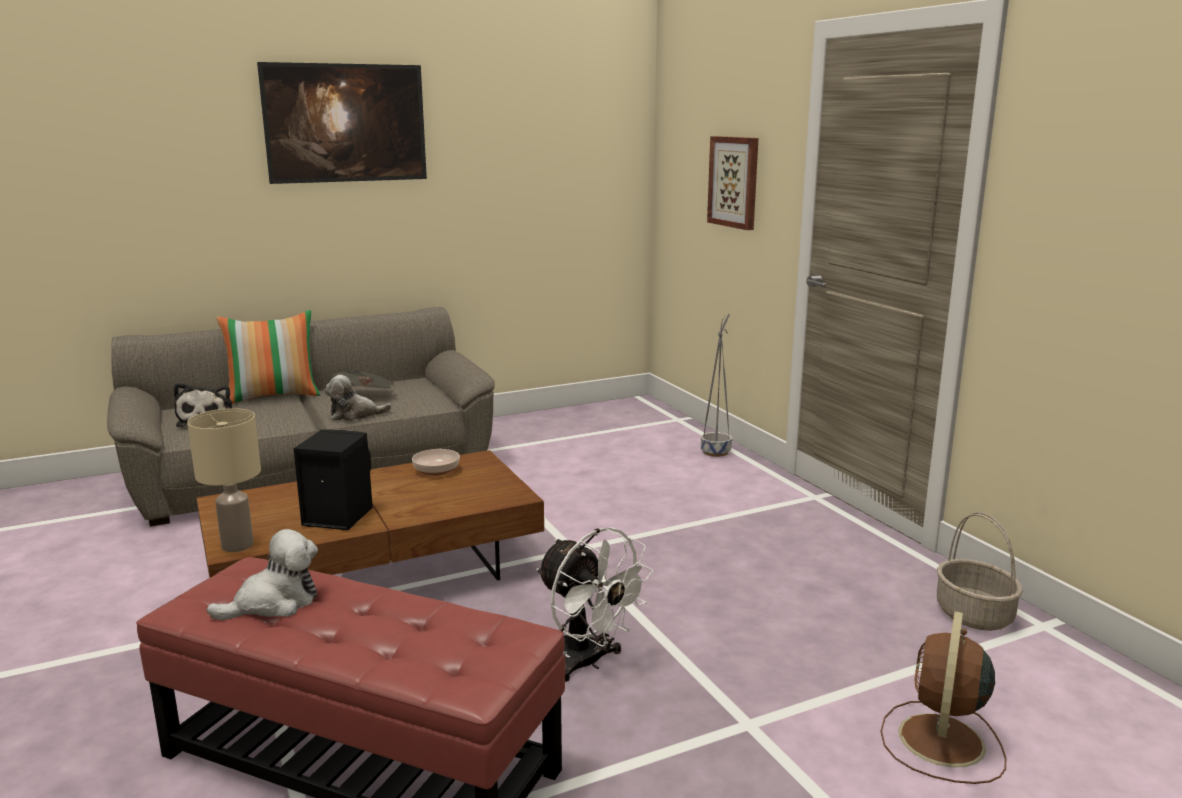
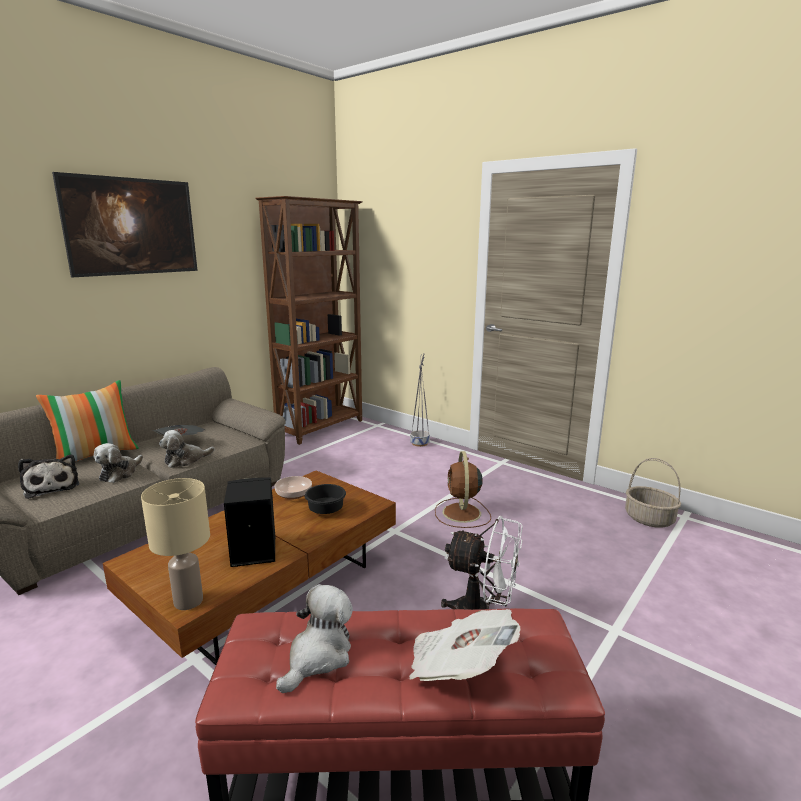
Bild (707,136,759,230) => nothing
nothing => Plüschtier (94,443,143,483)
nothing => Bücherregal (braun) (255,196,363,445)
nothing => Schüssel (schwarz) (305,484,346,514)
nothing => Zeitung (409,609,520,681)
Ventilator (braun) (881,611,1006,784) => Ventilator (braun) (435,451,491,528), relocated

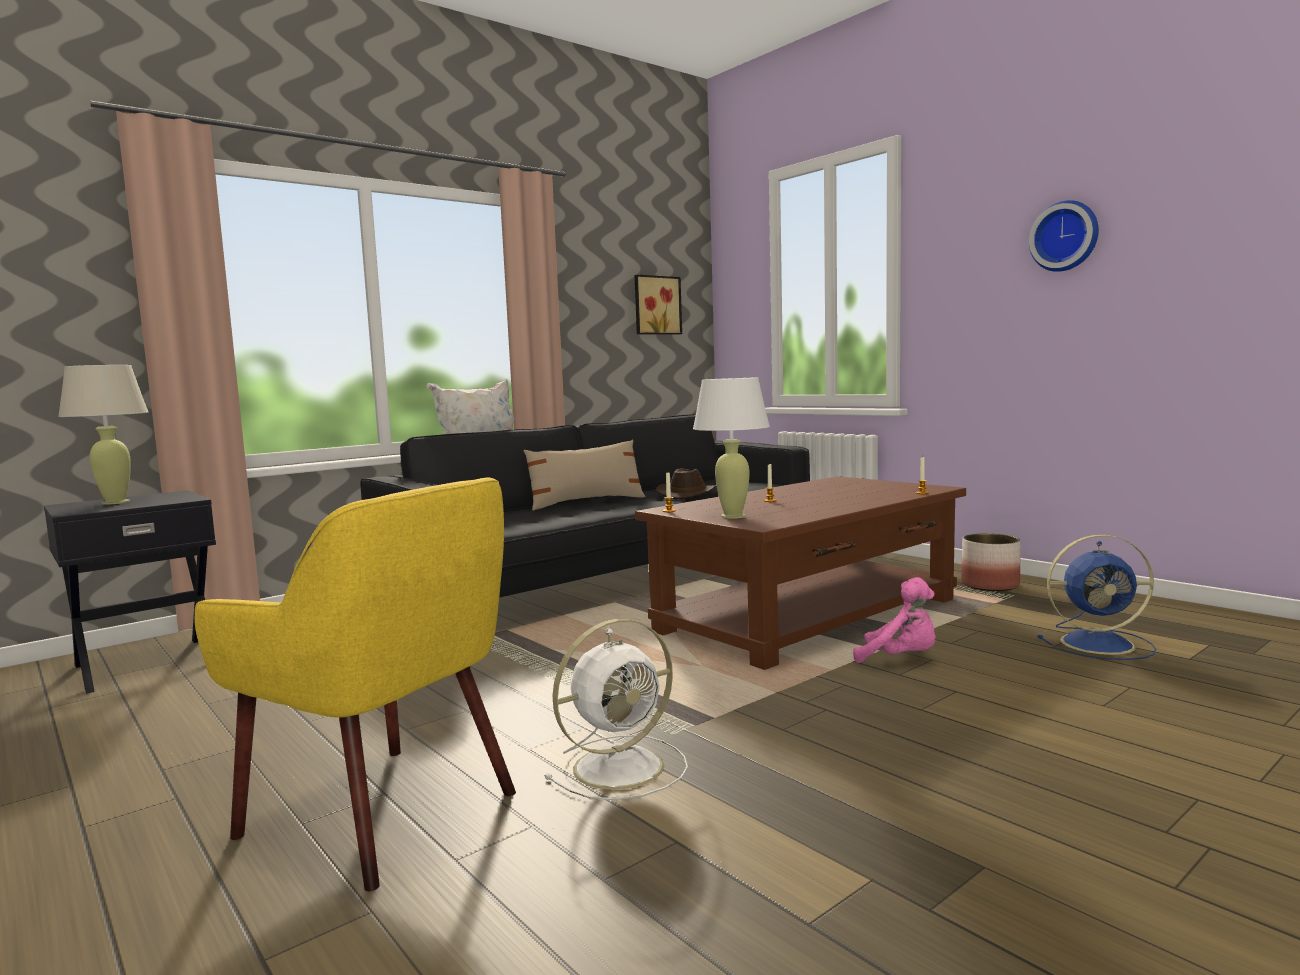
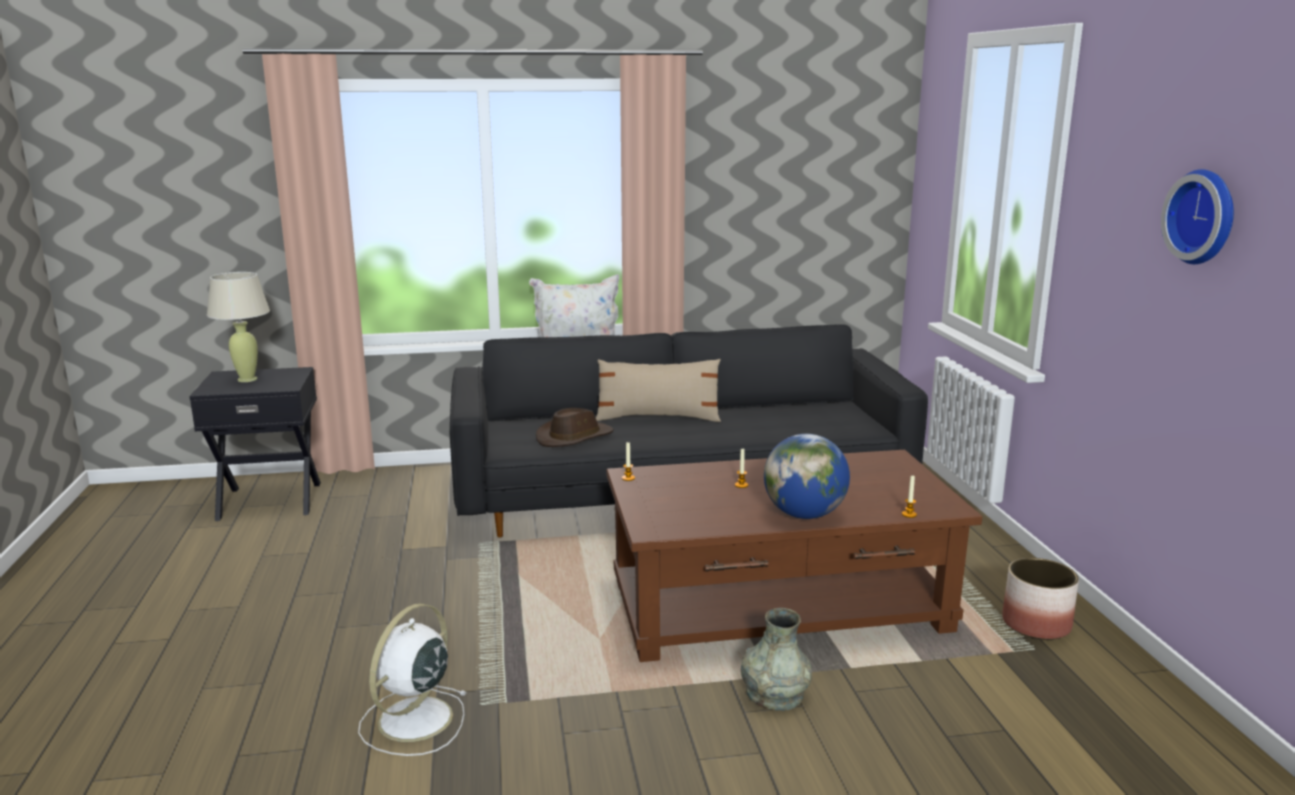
Sessel (gelb) (195,478,516,891) => nothing
Bild (635,275,682,334) => nothing
Tischlampe (weiß) (693,378,770,519) => nothing
Ventilator (blau) (1037,534,1156,660) => nothing
nothing => Globus (764,434,850,519)
Hut (braun) (656,468,717,499) => Hut (braun) (536,408,614,447), relocated
Plüschtier (rosa) (853,577,936,663) => Vase (grau) (741,608,812,711)
Ventilator (weiß) (544,619,688,800) => Ventilator (weiß) (358,603,467,756), 120 degrees clockwise

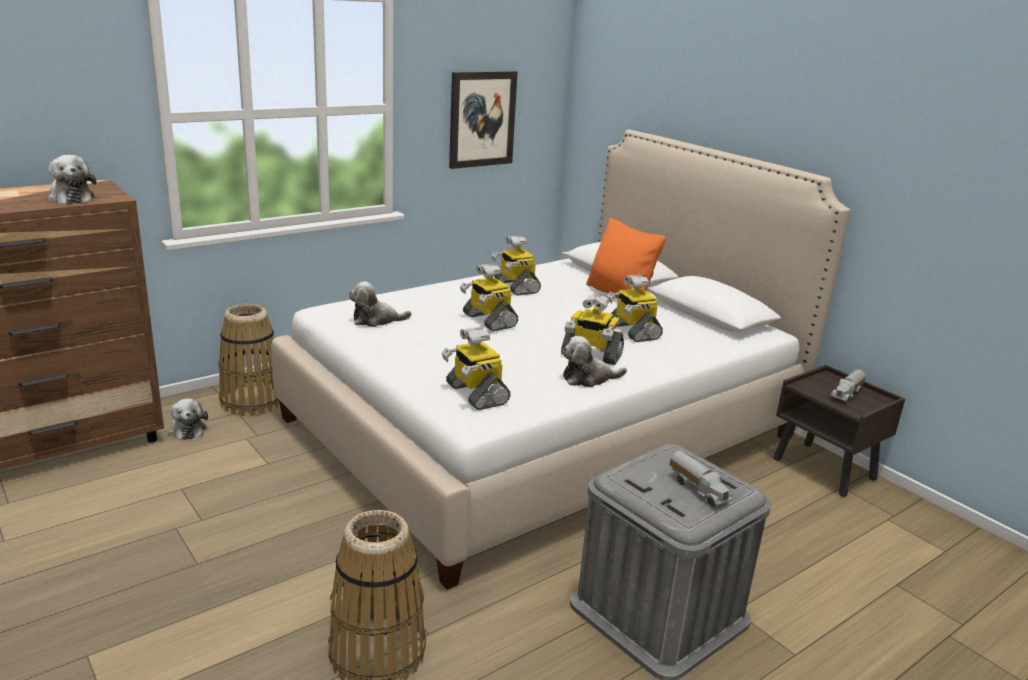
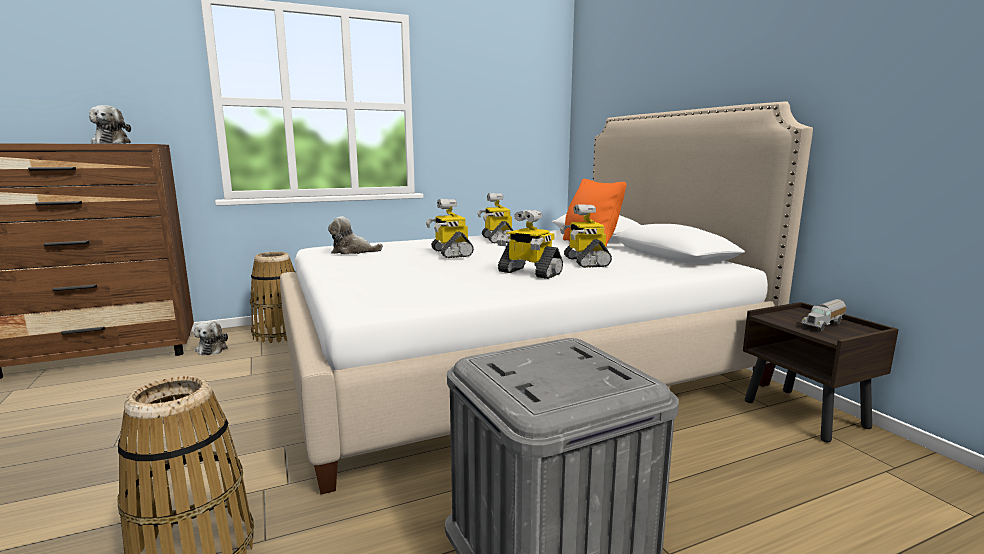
Spielzeugroboter (442,327,510,410) => nothing
Bild (449,71,518,169) => nothing
Plüschtier (562,336,627,387) => nothing
Spielzeuglaster (670,450,733,507) => nothing

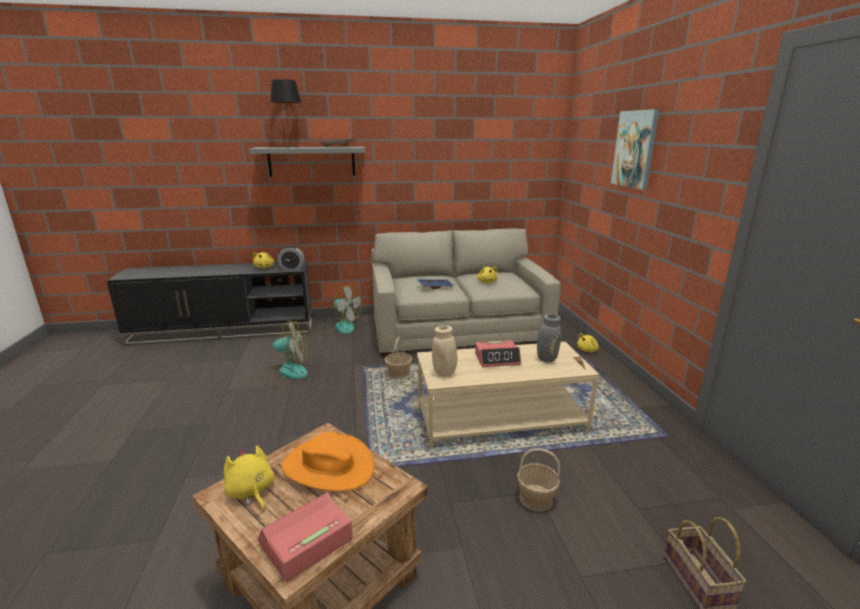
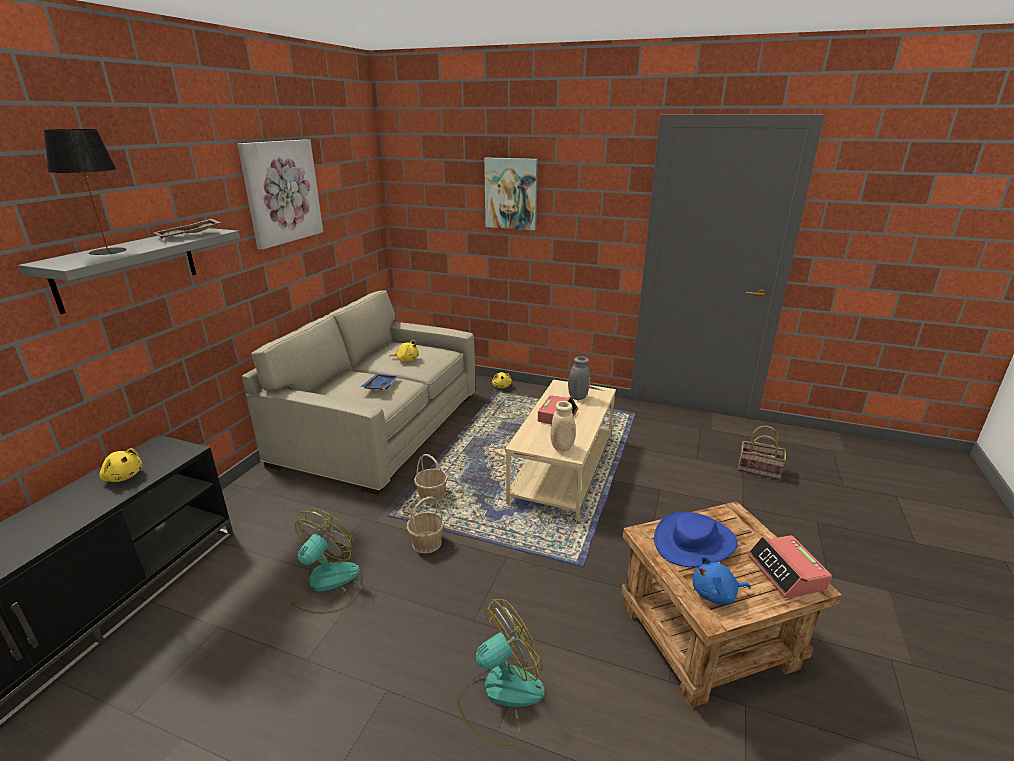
Wecker (278,246,305,270) => nothing
nothing => Bild (237,139,323,250)
Ventilator (319,285,362,334) => Ventilator (457,599,545,745), relocated
Korb (517,448,560,511) => Korb (407,496,444,554), relocated
Plüschtier (gelb) (224,446,275,511) => Plüschtier (blau) (692,556,751,605)
Hut (orange) (282,431,375,491) => Hut (blau) (654,512,738,567)

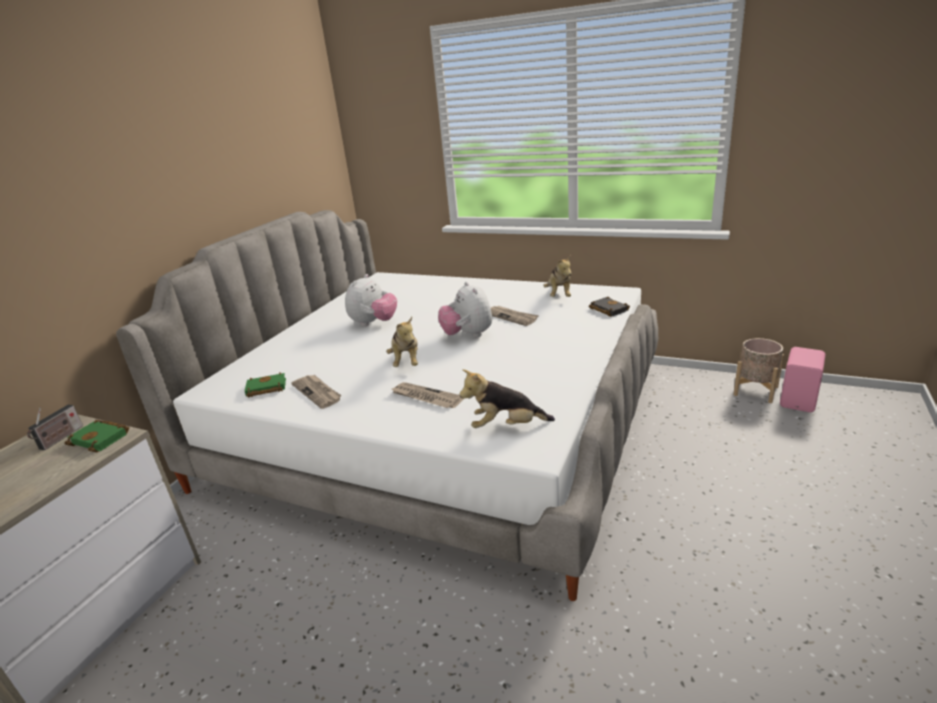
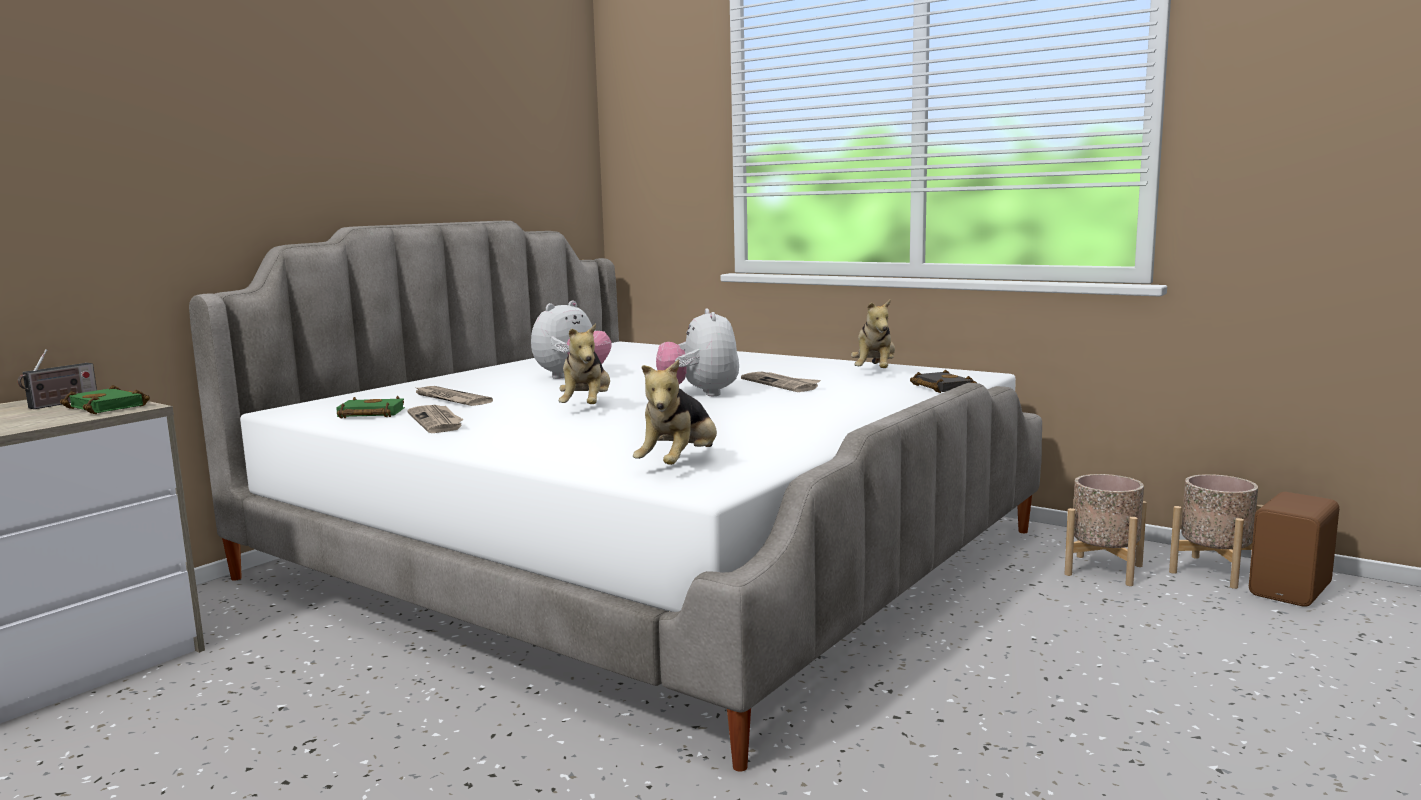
nothing => Pflanzkübel (beige) (1065,474,1147,586)
Zeitung (392,382,464,408) => Zeitung (412,386,493,406), relocated
Lautsprecher (rosa) (780,347,826,412) => Lautsprecher (braun) (1249,492,1339,607)
Plüschtier (459,369,555,428) => Plüschtier (633,360,717,465), 75 degrees counterclockwise

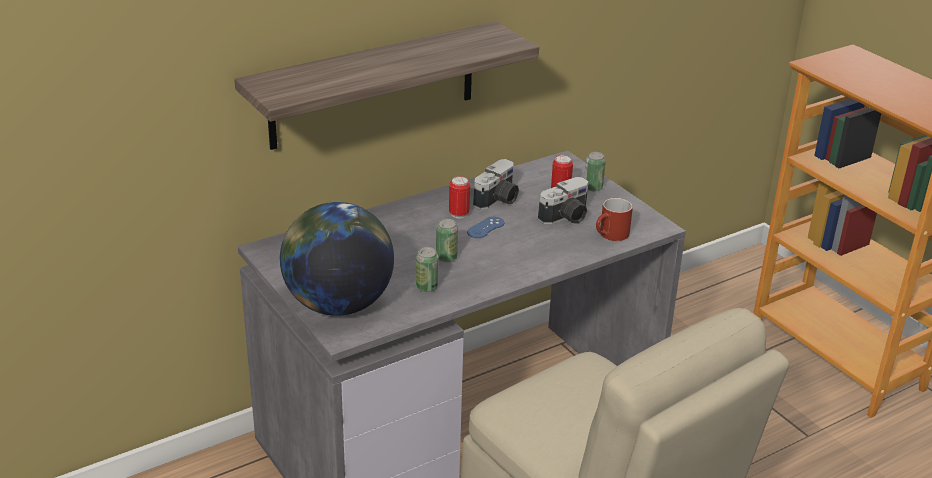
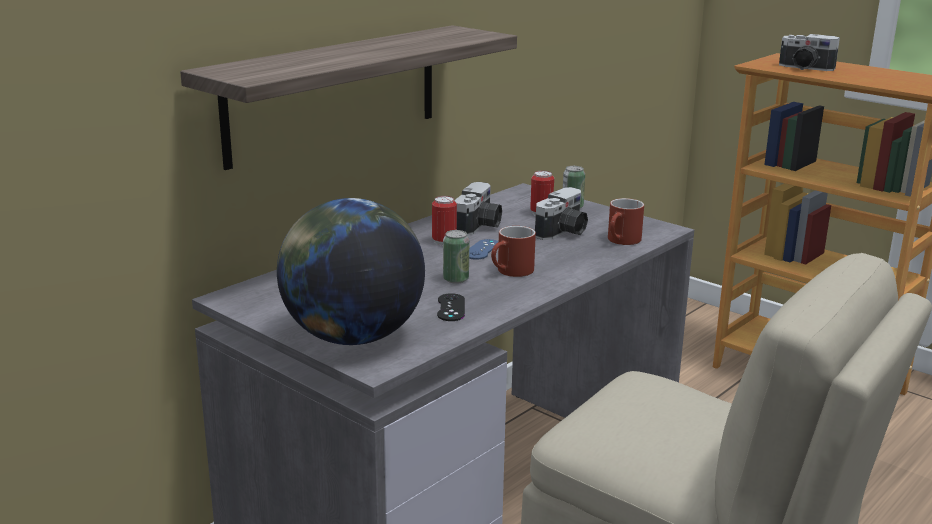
nothing => Henkelbecher (rot) (491,226,536,277)
nothing => Kamera (779,34,840,71)
Dose (416,247,439,292) => Gamepad (schwarz) (437,293,465,321)

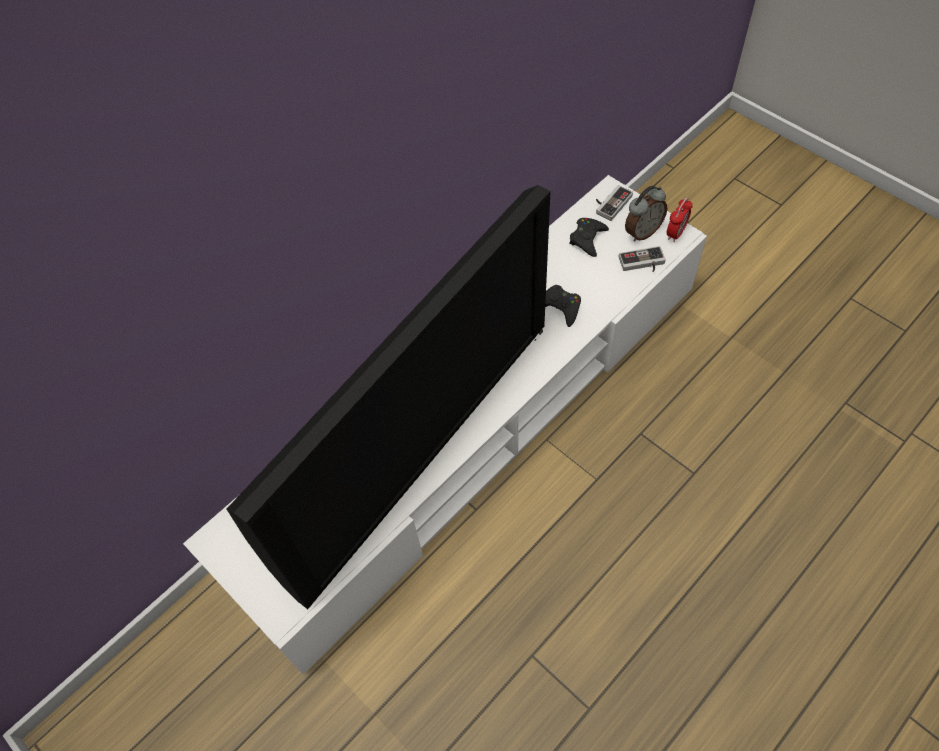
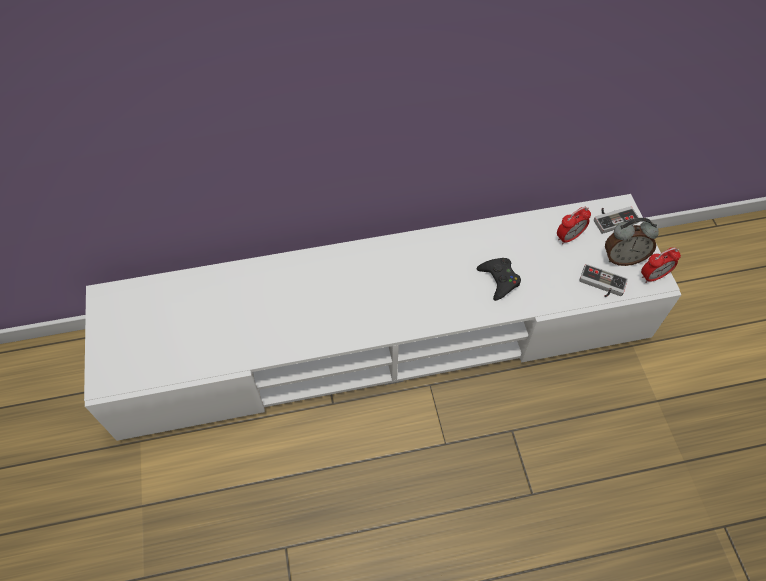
Fernseher (227,185,551,609) => nothing
Gamepad (schwarz) (569,218,609,257) => Wecker (557,207,591,245)

